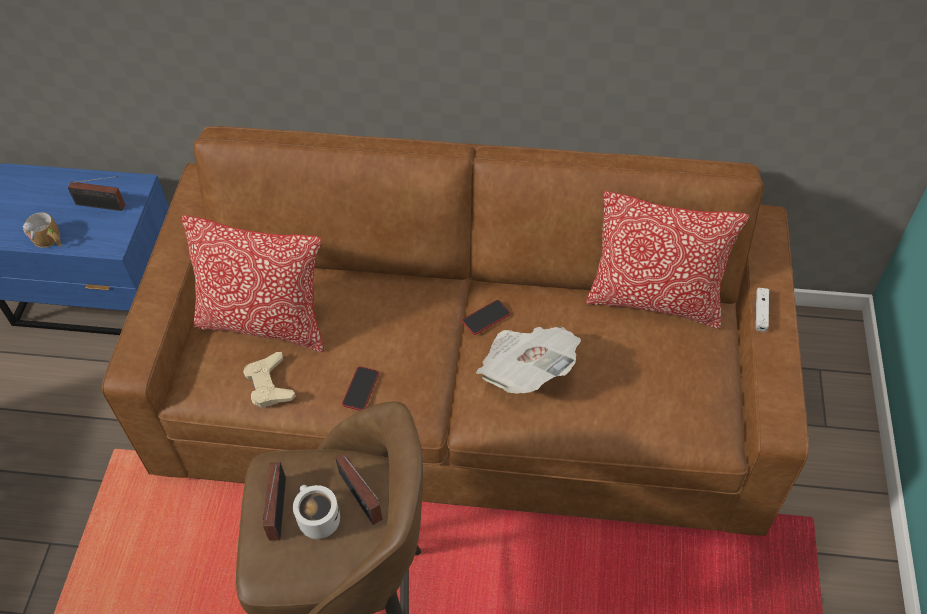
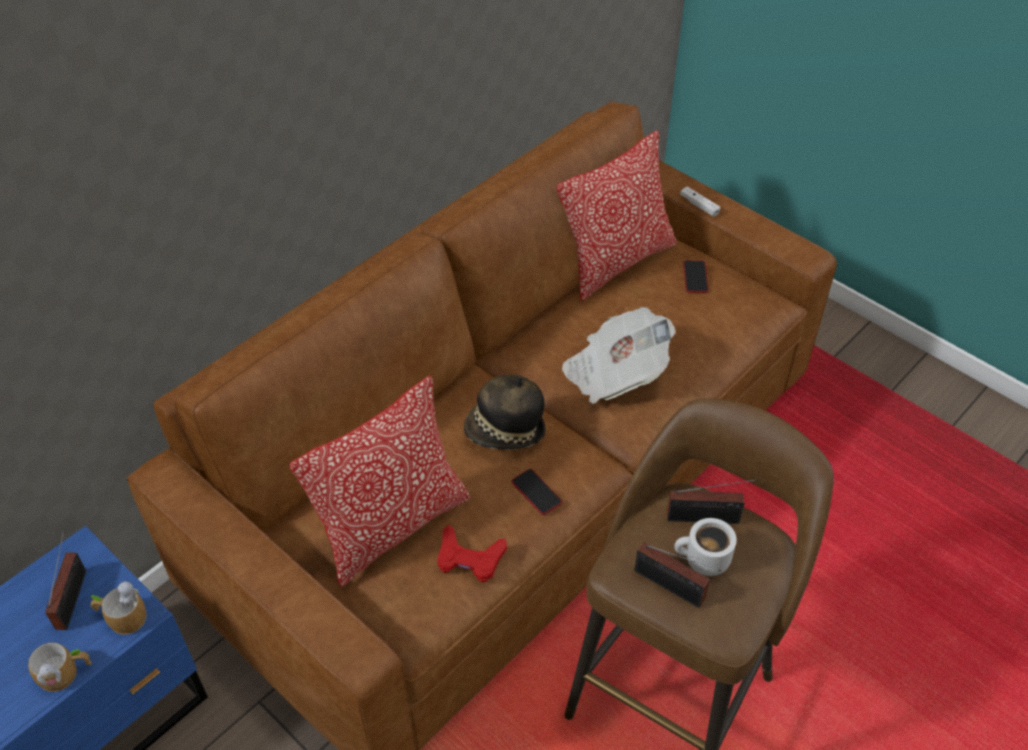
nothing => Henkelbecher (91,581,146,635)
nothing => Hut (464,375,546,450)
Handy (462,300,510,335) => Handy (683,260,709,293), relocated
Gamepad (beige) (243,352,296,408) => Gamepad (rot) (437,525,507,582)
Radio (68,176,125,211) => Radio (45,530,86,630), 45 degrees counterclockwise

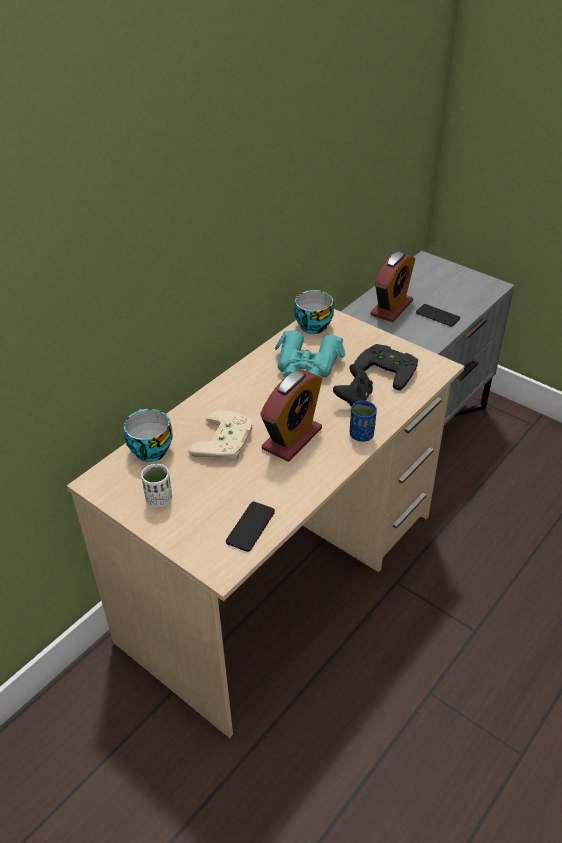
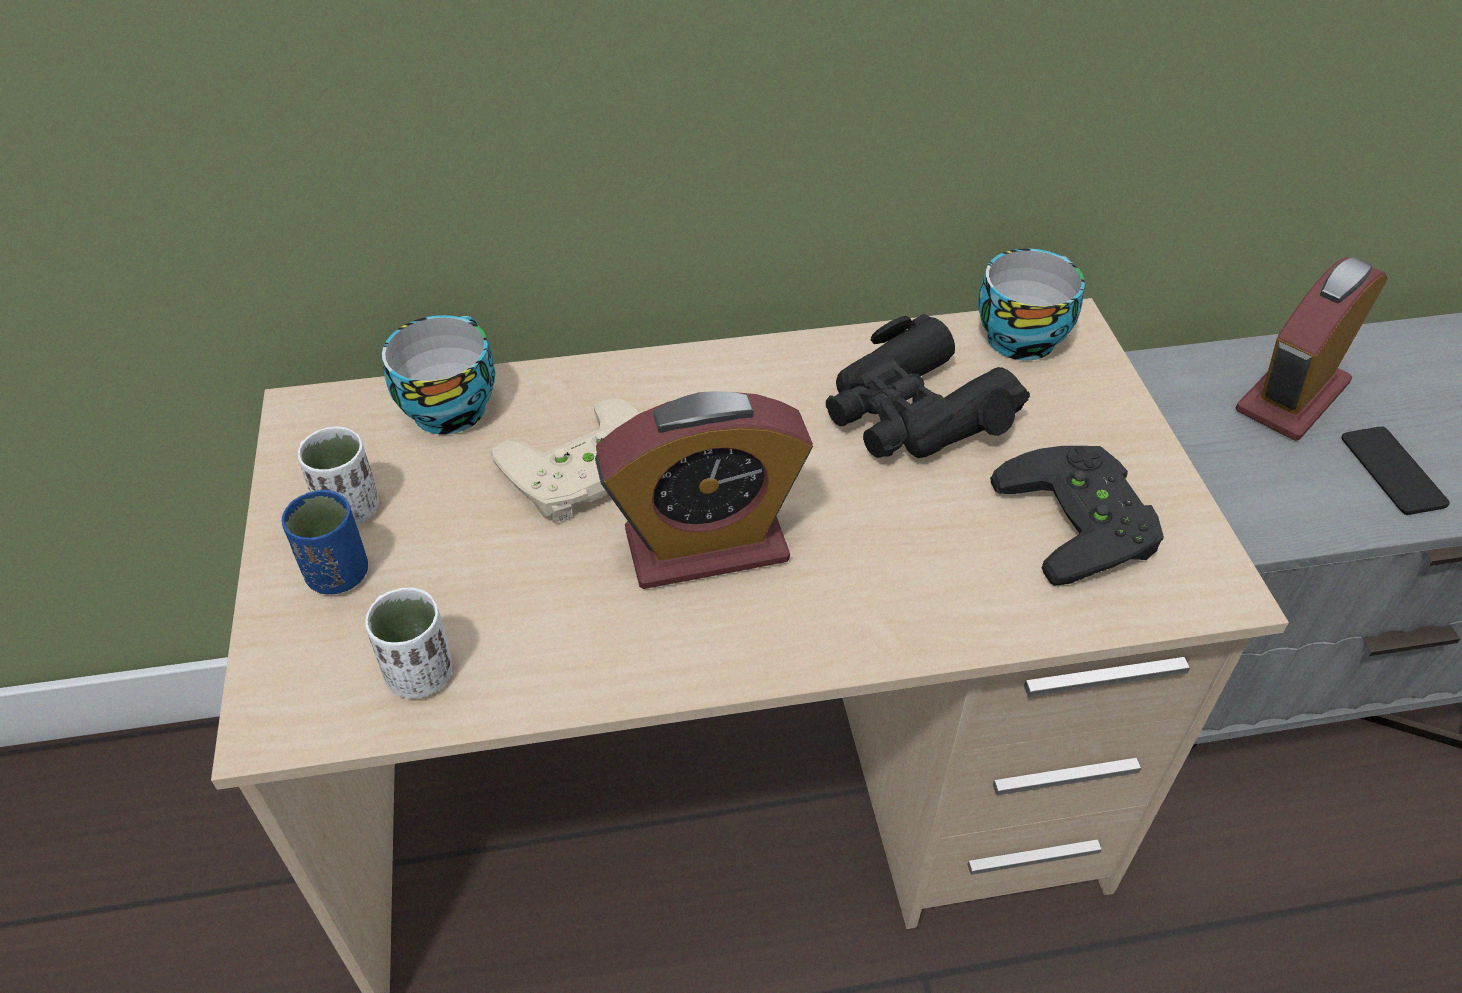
Gamepad (schwarz) (333,364,373,407) => nothing
Tasse (blau) (350,401,377,442) => Tasse (blau) (282,490,368,594), relocated
Handy (226,502,275,552) => Tasse (weiß) (365,588,452,698)
Fernglas (türkis) (275,330,345,377) => Fernglas (schwarz) (826,314,1030,458)
Wecker (370,251,415,322) => Wecker (1236,257,1387,441), 150 degrees clockwise

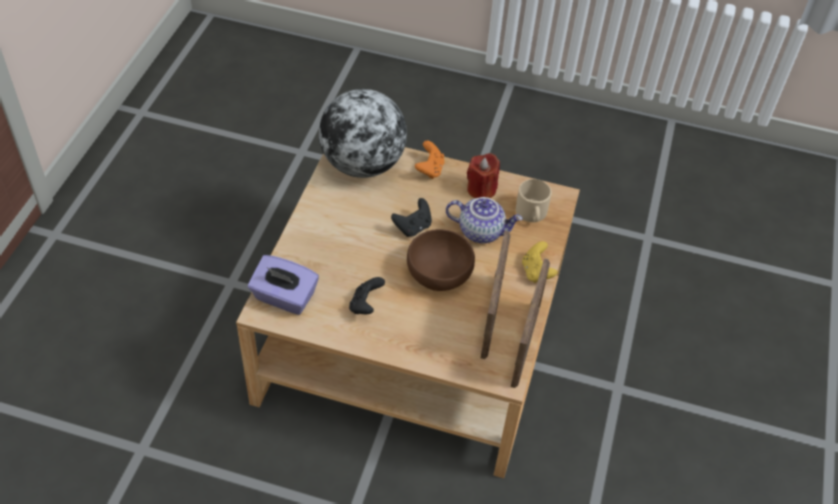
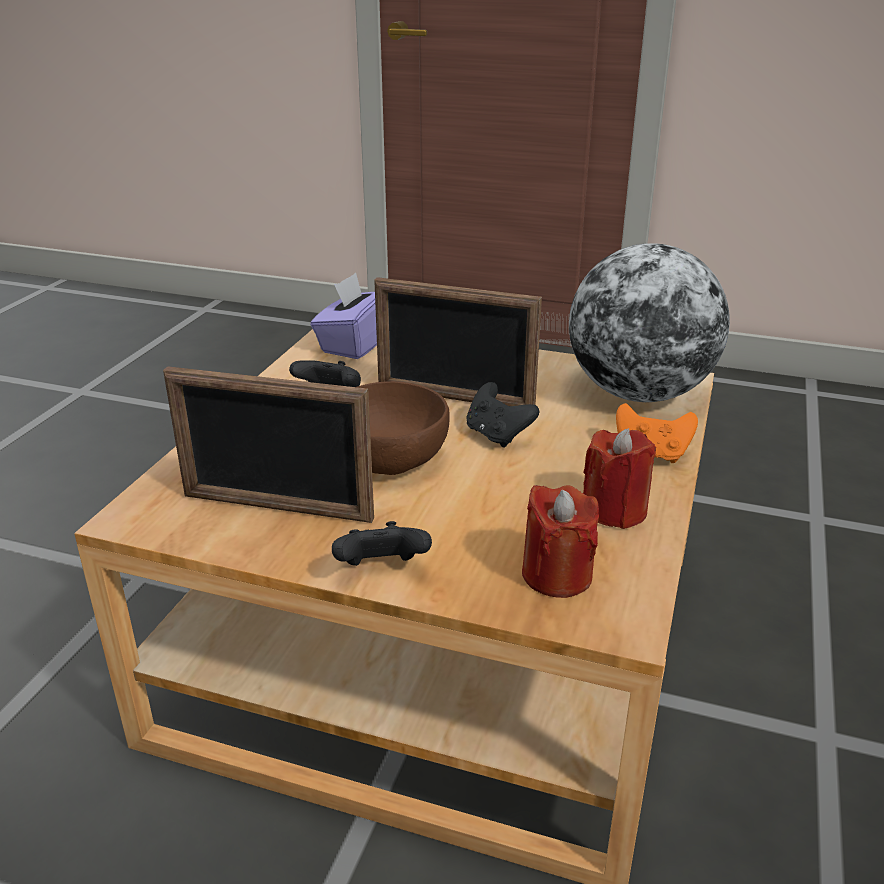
Teekanne (446,197,523,243) => nothing
Bilderrahmen (511,258,550,388) => Bilderrahmen (374,277,542,406), relocated
Henkelbecher (beige) (516,179,552,222) => Kerze (rot) (522,485,599,598)
Gamepad (gelb) (522,241,557,283) => Gamepad (schwarz) (332,521,432,566)

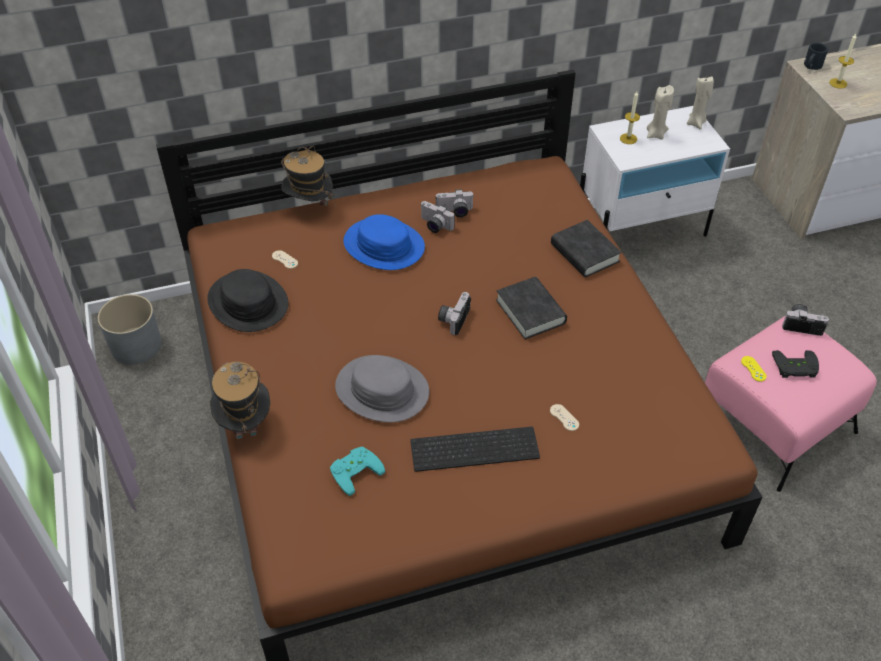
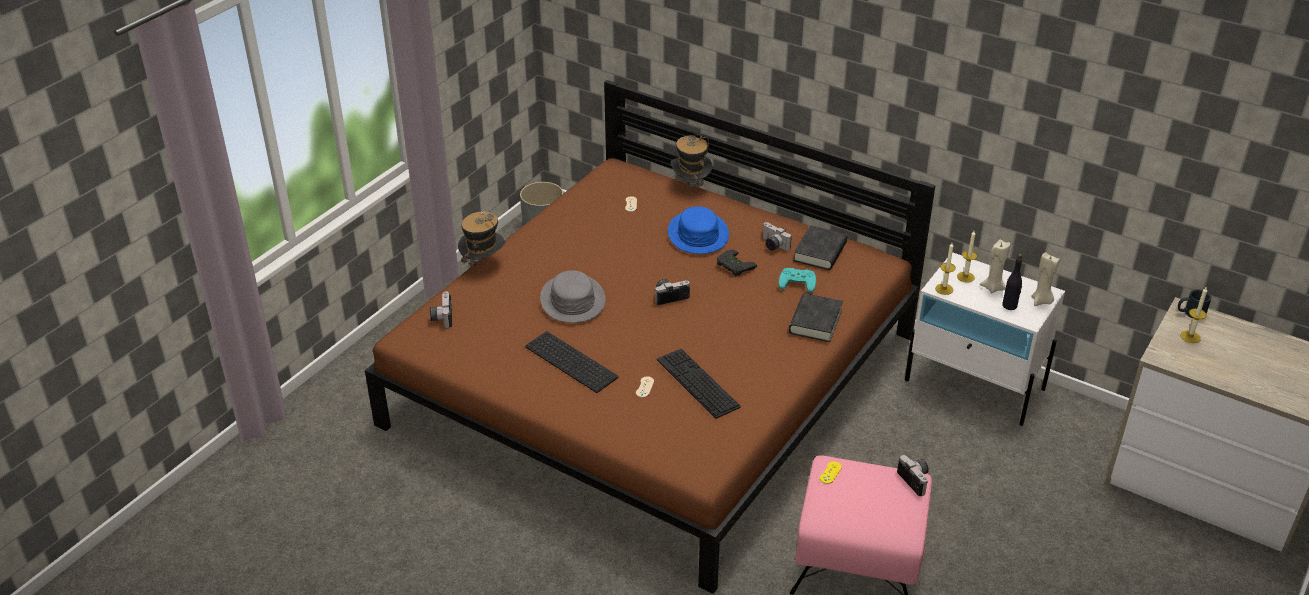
Hut (schwarz) (207,269,289,332) => nothing
nothing => Tastatur (657,349,741,419)
nothing => Kerze (935,243,956,295)
nothing => Flasche (schwarz) (1002,254,1022,310)
Gamepad (türkis) (330,447,385,496) => Gamepad (türkis) (779,268,816,293), relocated
Kamera (420,201,455,233) => Kamera (430,291,452,328), relocated
Buch (schwarz) (496,277,567,339) => Buch (schwarz) (793,225,847,270), relocated
Gamepad (schwarz) (772,350,819,378) => Gamepad (schwarz) (717,250,757,276), relocated

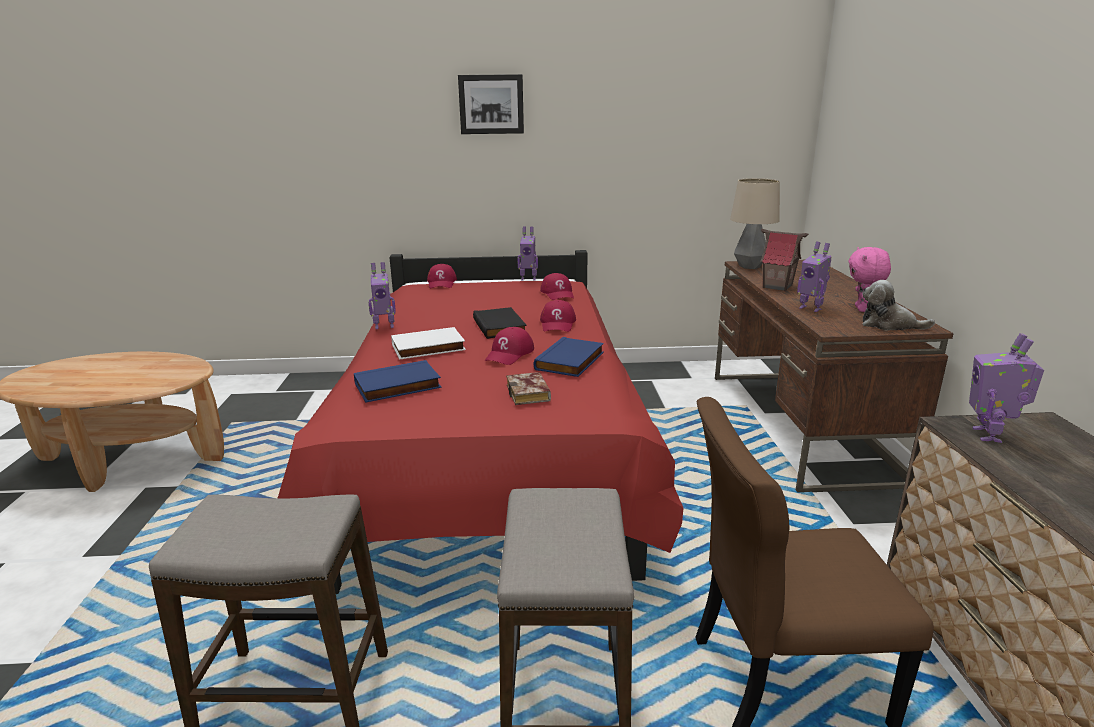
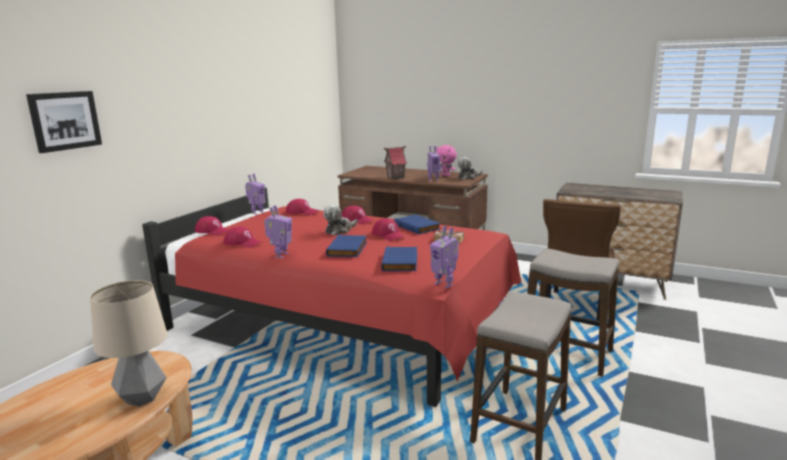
nothing => Kappe (rot) (223,227,261,248)
Bild (458,74,524,134) => Bild (26,91,102,153), relocated
Tischlampe (730,178,780,269) => Tischlampe (90,280,167,407), relocated
Spielzeugroboter (969,333,1044,443) => Spielzeugroboter (430,226,459,288), relocated
Buch (schwarz) (473,307,527,339) => Plüschtier (323,205,358,235)
Buch (weiß) (391,327,466,360) => Buch (blau) (326,235,367,257)

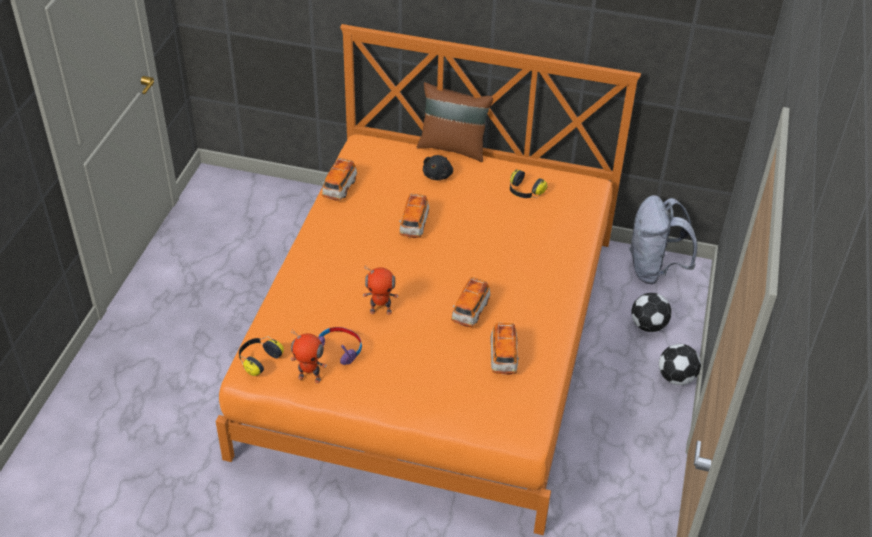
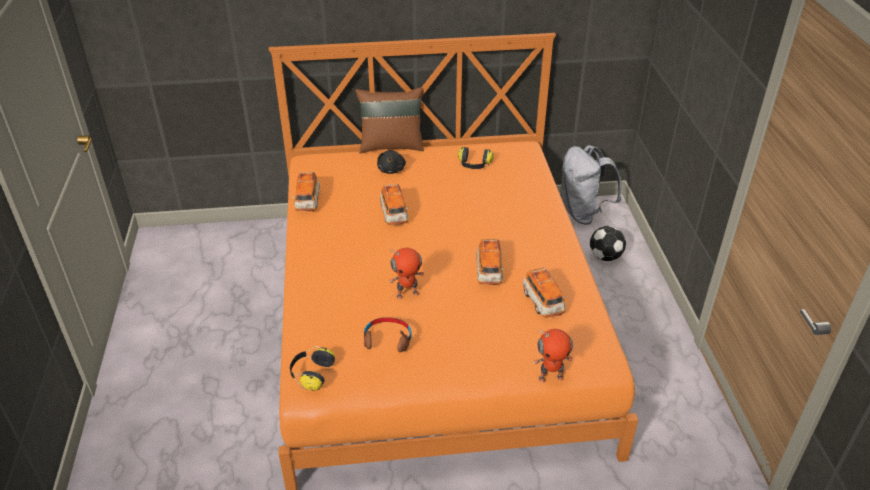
Fußball (659,344,701,385) => nothing
Spielzeugroboter (291,329,327,383) => Spielzeugroboter (533,329,573,382), relocated
Kopfhörer (lila) (318,327,362,365) => Kopfhörer (braun) (364,317,412,352)

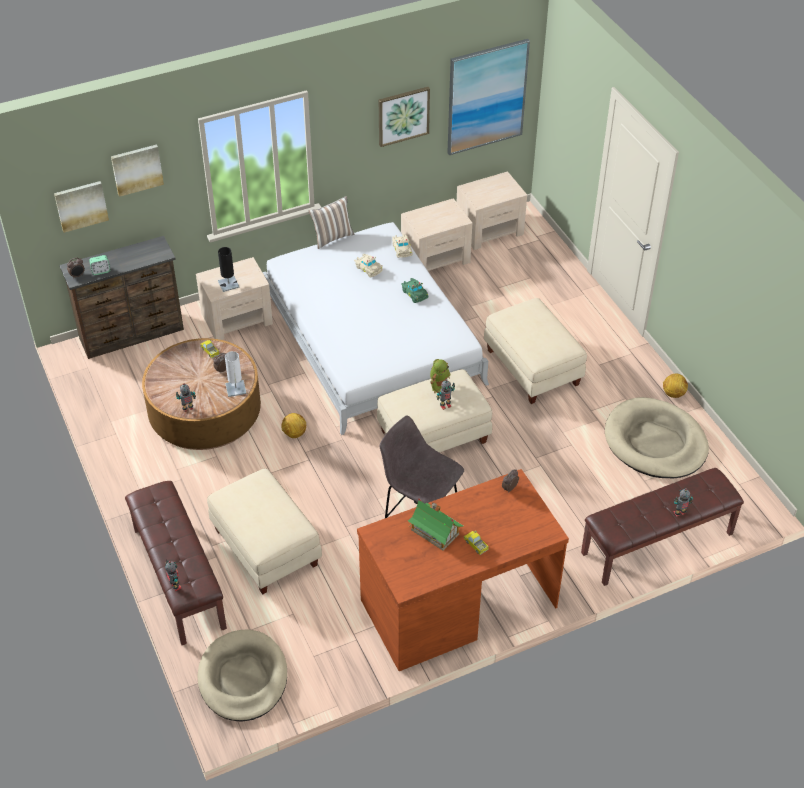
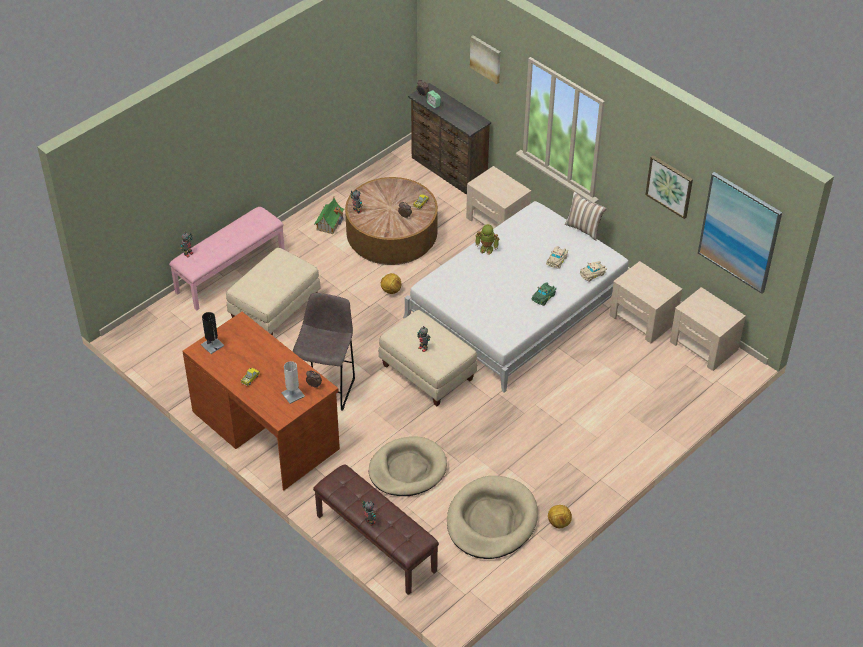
Bild (54,181,109,233) => nothing
Polsterhocker (beige) (484,298,587,404) => nothing
Hundebett (beige) (197,629,287,722) => Hundebett (beige) (369,436,447,496), relocated
Tischlampe (schwarz) (218,247,240,292) => Tischlampe (schwarz) (201,312,224,354), relocated
Tischlampe (weiß) (225,351,247,397) => Tischlampe (weiß) (281,361,305,404), relocated
Spielzeughaus (408,498,463,551) => Spielzeughaus (314,198,344,234), relocated
Spielzeugroboter (430,359,450,393) => Spielzeugroboter (475,224,499,254), relocated
Bank (braun) (125,481,227,645) => Bank (rosa) (169,207,285,310)

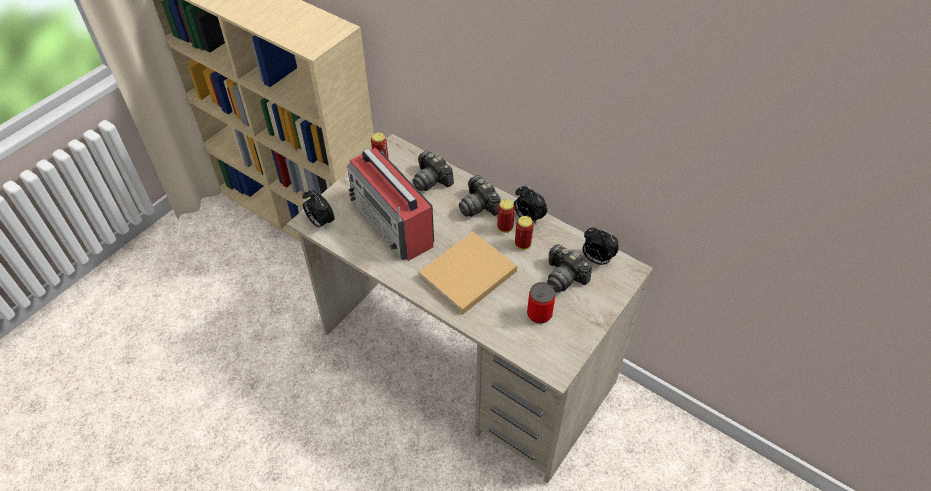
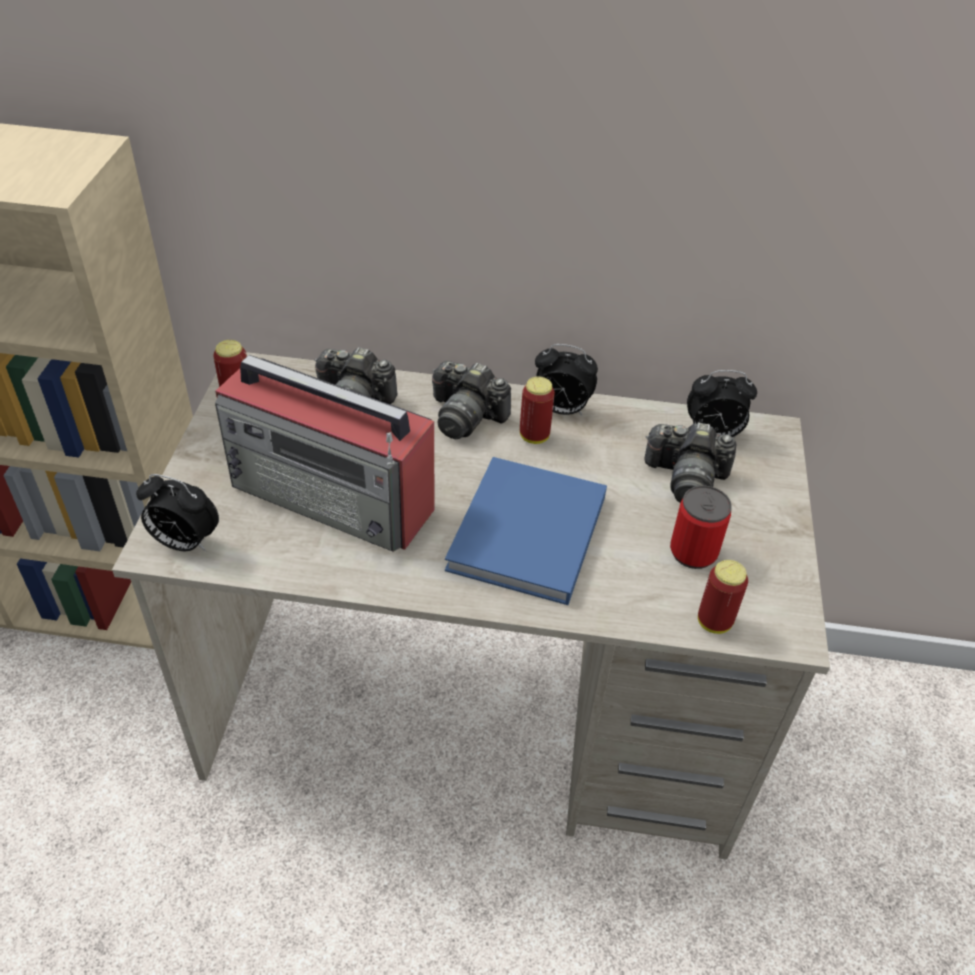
Dose (515,216,534,250) => Dose (698,560,748,634), relocated
Buch (beige) (419,232,517,315) => Buch (blau) (445,457,607,605)

